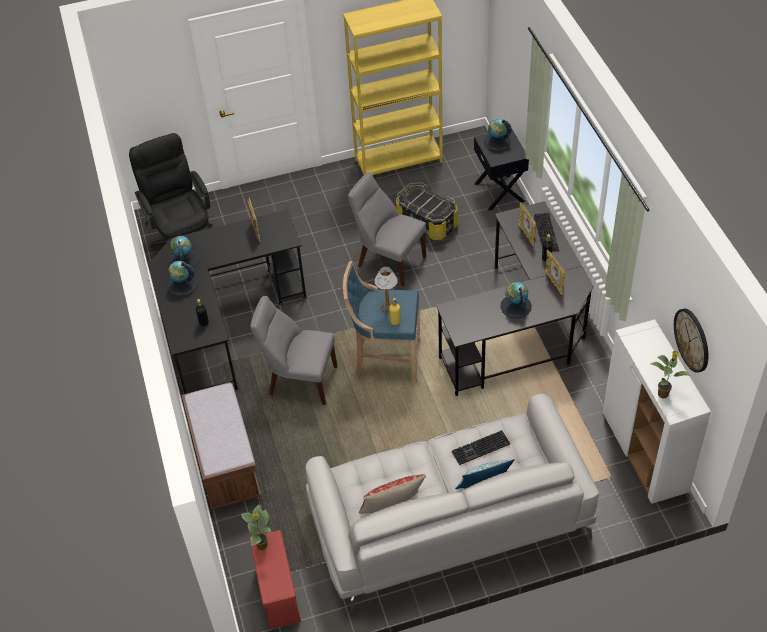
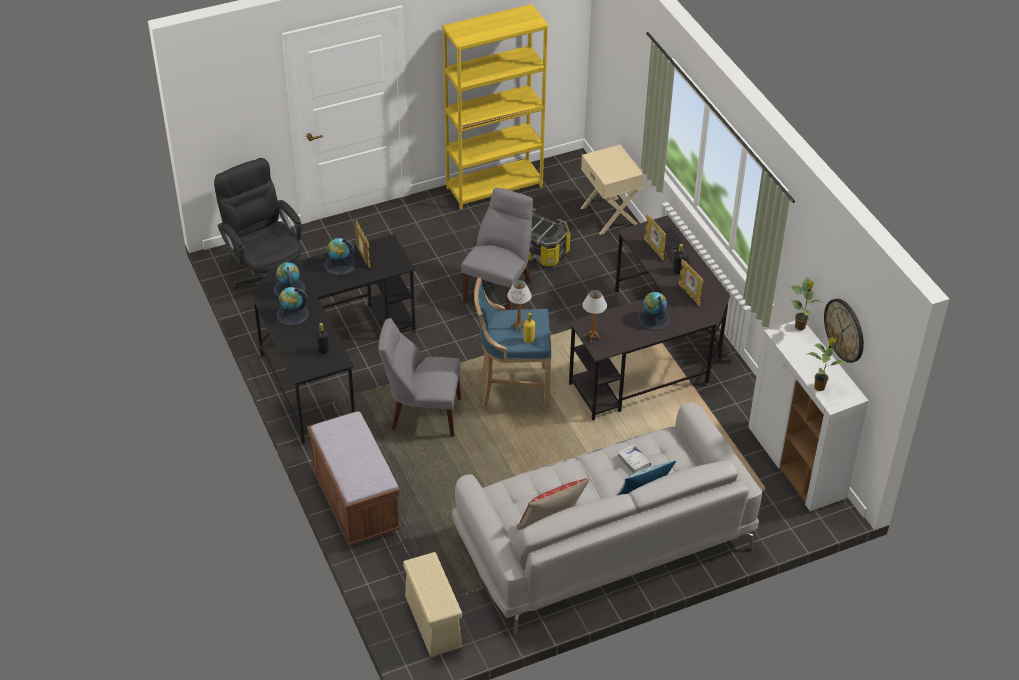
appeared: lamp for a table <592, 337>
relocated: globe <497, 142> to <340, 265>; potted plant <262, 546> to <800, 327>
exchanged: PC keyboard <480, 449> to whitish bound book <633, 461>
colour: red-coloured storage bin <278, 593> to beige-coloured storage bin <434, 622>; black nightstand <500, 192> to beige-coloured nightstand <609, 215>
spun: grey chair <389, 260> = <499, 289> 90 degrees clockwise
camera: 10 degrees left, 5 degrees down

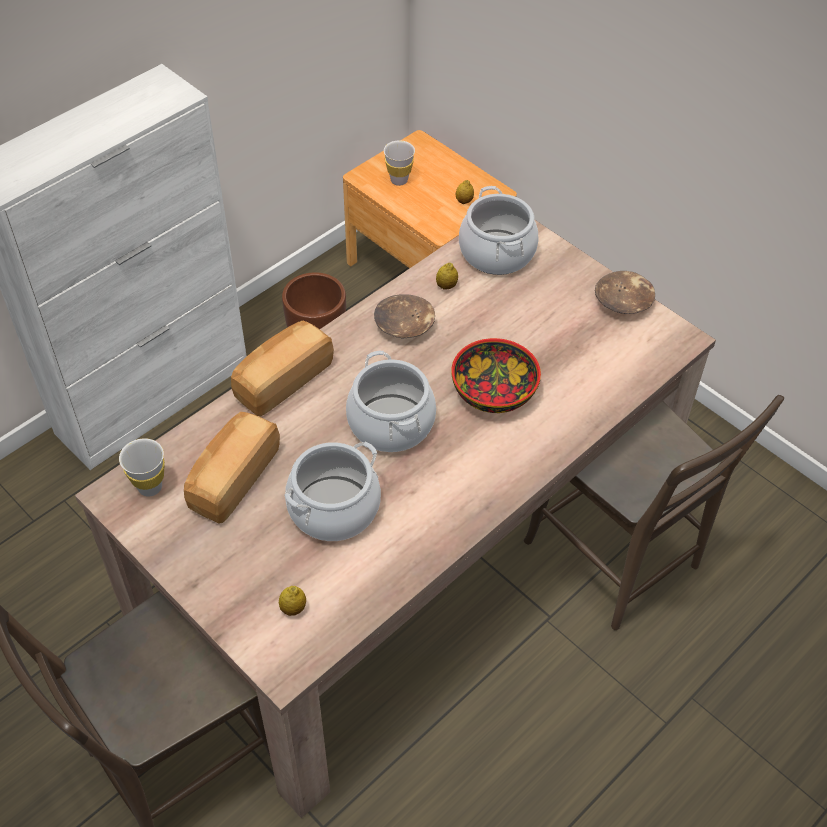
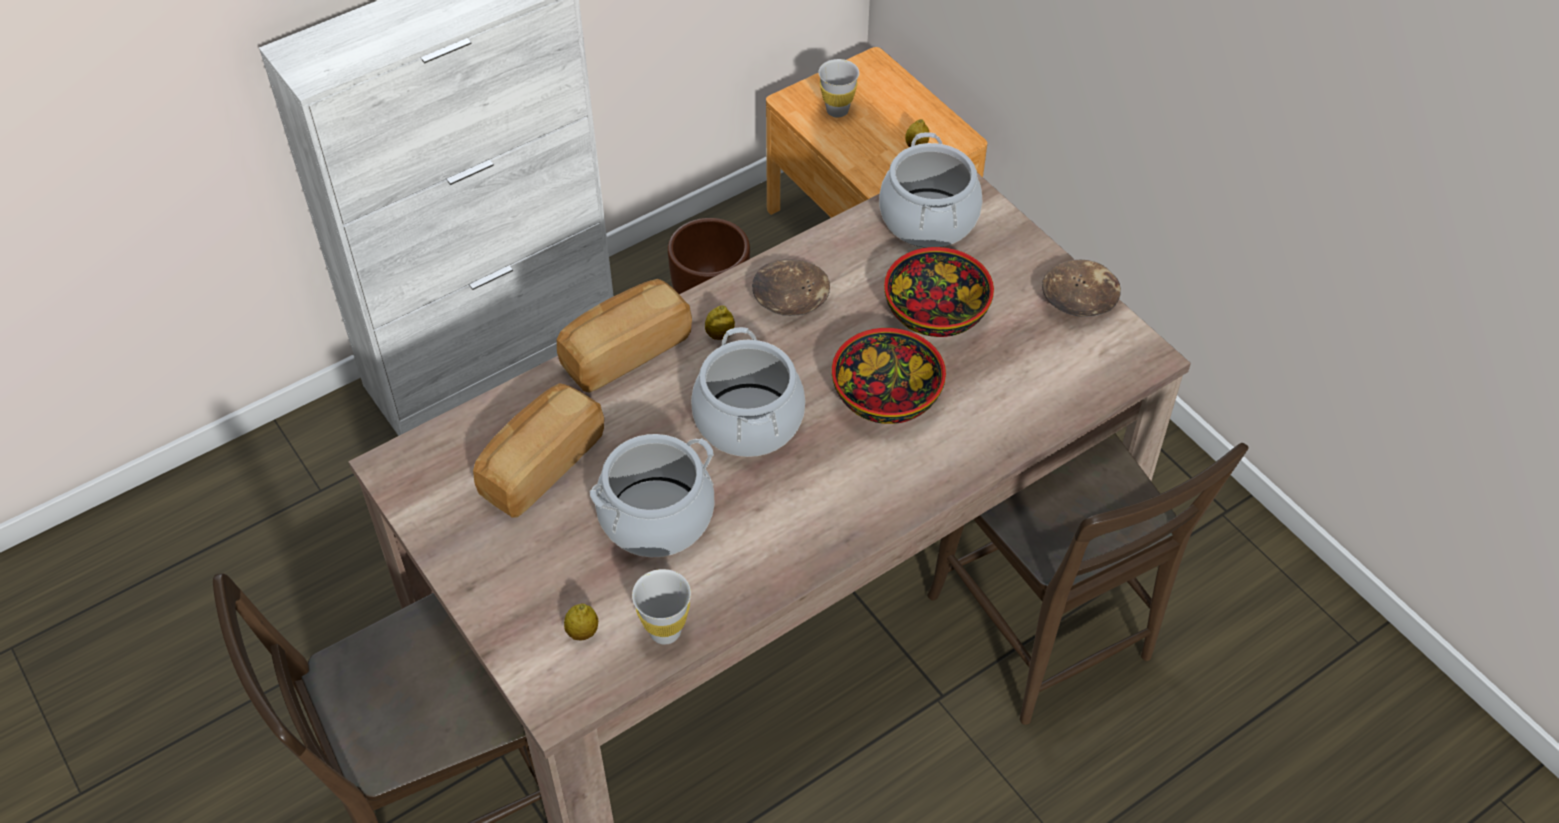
appeared: bowl <935, 312>
relocated: whitish small cup <150, 487> to <665, 631>; citrus fruit <446, 286> to <720, 335>
camera: 10 degrees right, 0 degrees up

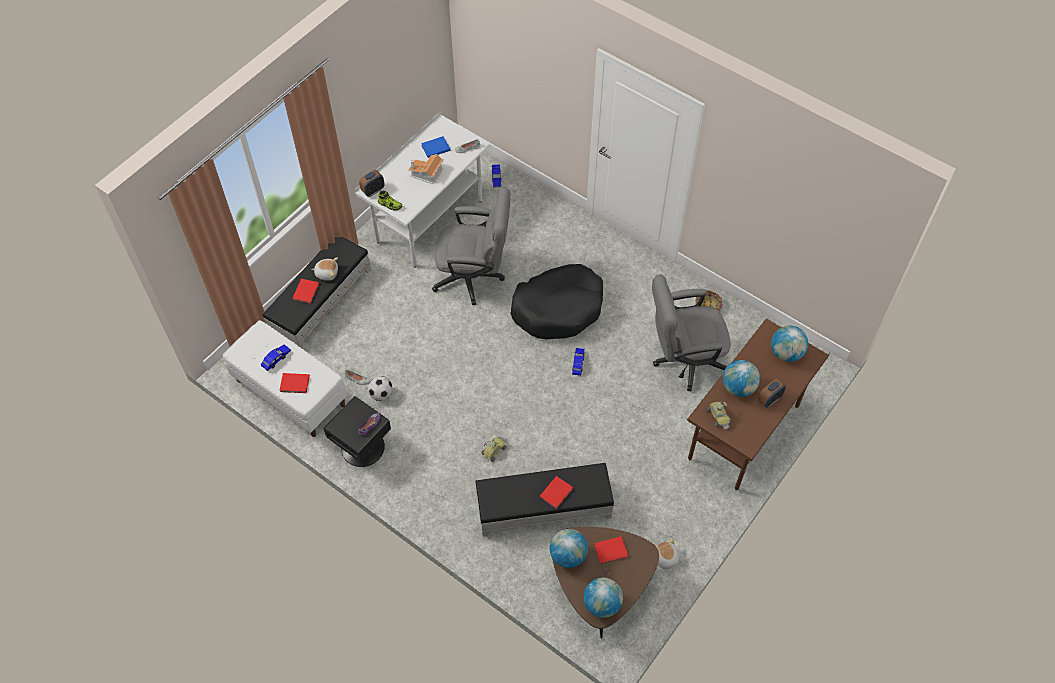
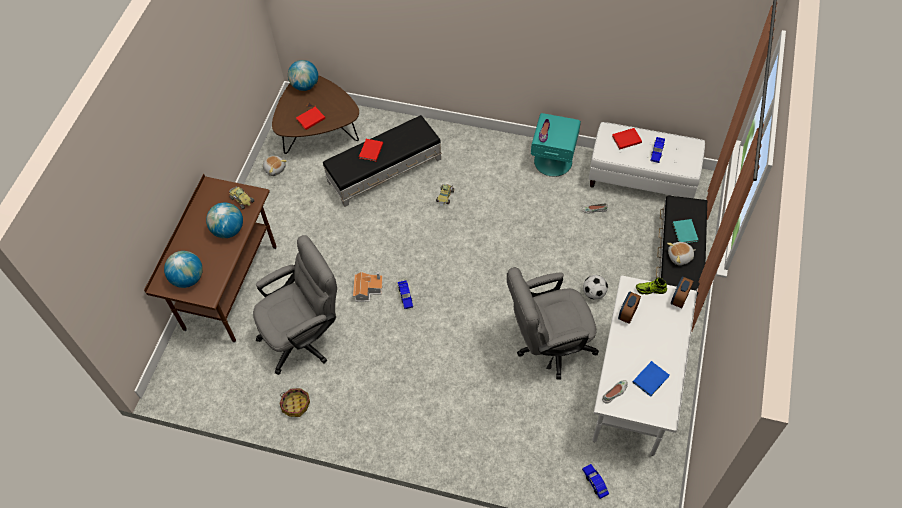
missing: black dog bed <558, 308>; globe <568, 555>
relocated: model house <426, 174> to <368, 289>; ball for football <381, 394> to <593, 293>; table clock <769, 399> to <627, 314>
colour: black nightstand <362, 448> to turquoise-coloured nightstand <553, 160>; red-coloured bound book <306, 291> to turquoise-coloured bound book <684, 233>
camera: 160 degrees right, 0 degrees up

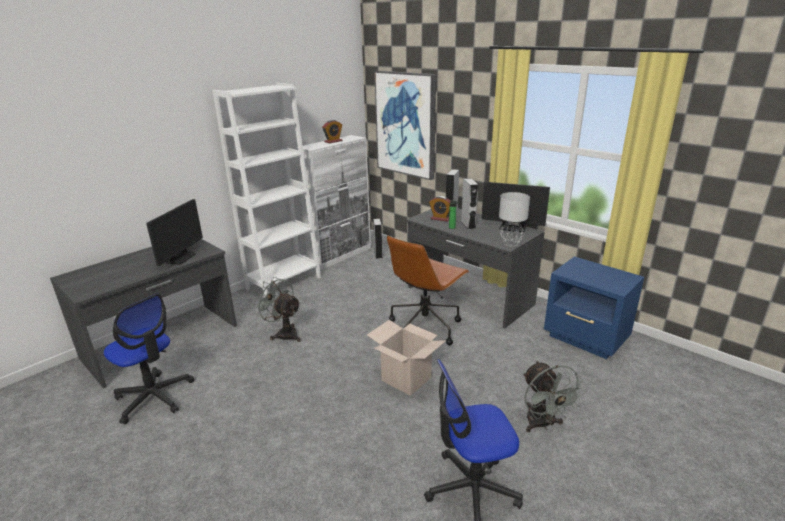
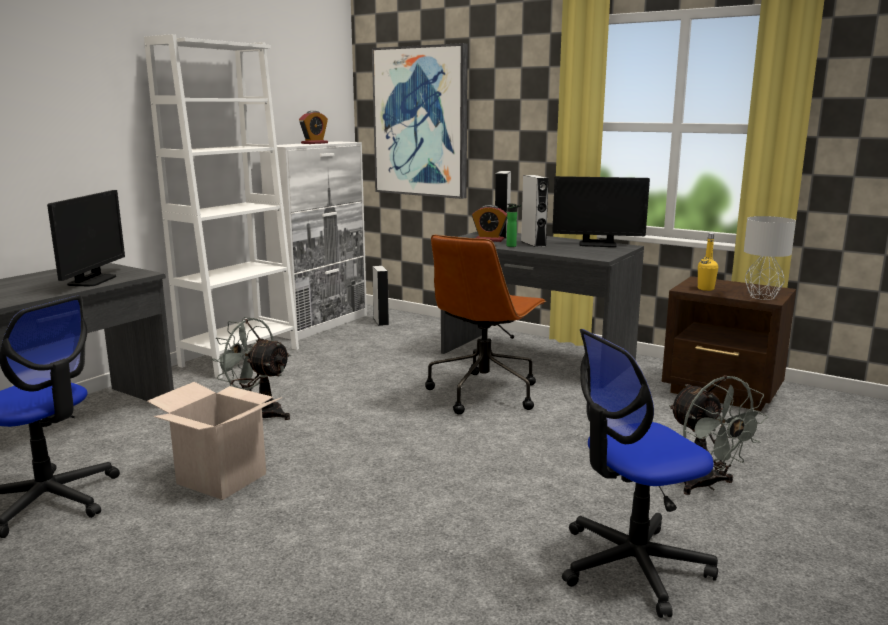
appeared: yellow drink bottle <705, 289>
relocated: packing box <406, 379> to <221, 478>; grey lamp for a table <511, 243> to <763, 297>
colour: blue-coloured nightstand <586, 338> to brownish nightstand <723, 392>
camera: 10 degrees left, 10 degrees down

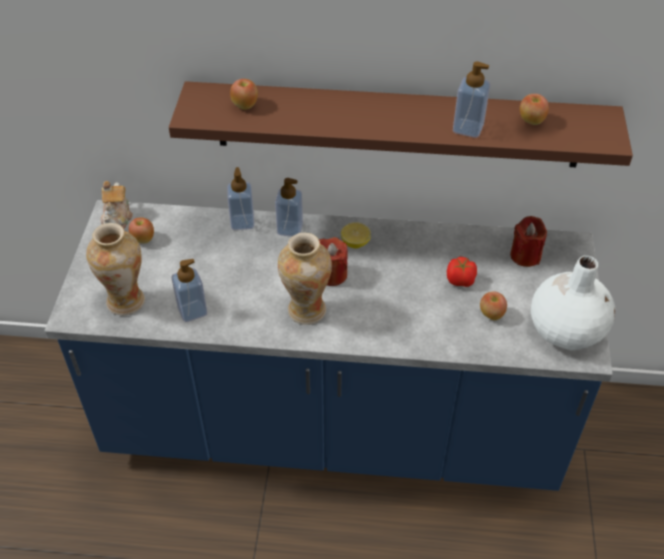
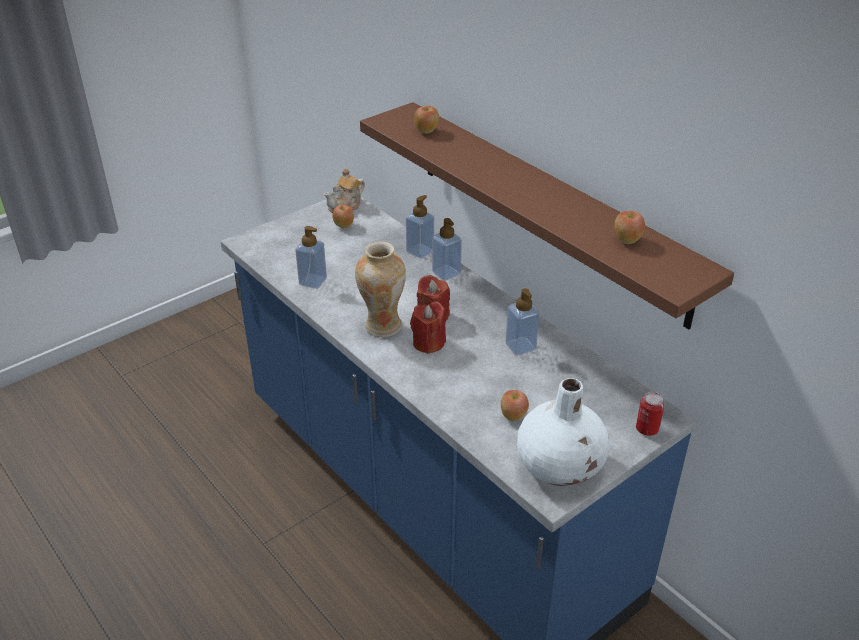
missing: decorative vase <126, 301>; citrus fruit <355, 243>; tomato <460, 281>
appeared: sealed can <647, 429>
relocated: red-coloured wax light <525, 255> to <428, 343>; soap dispenser <468, 128> to <520, 346>
camera: 45 degrees right, 10 degrees down

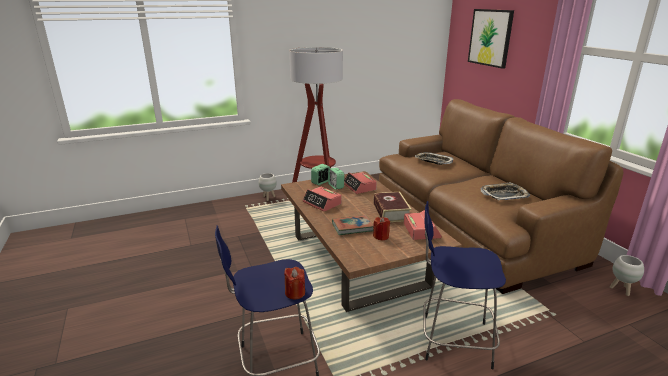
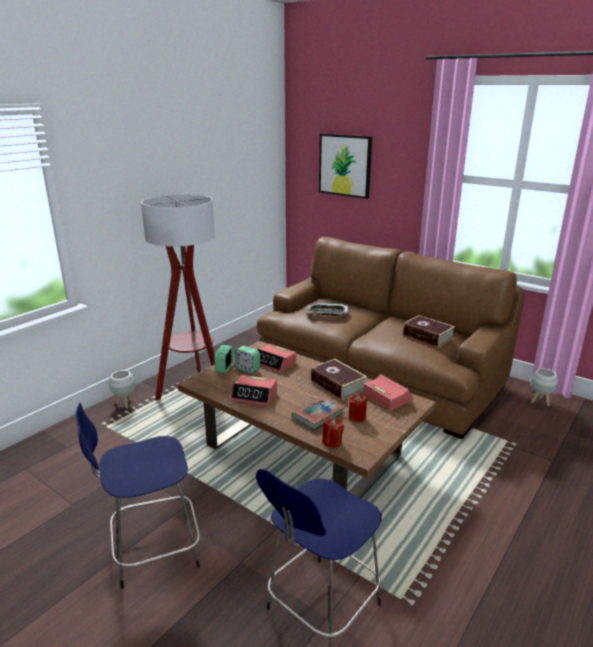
relocated: blue-coloured stool <453, 340> to <152, 550>; red-coloured wax light <295, 293> to <332, 442>
exchanged: serving tray <504, 195> to bound book <427, 336>
camera: 30 degrees left, 0 degrees up

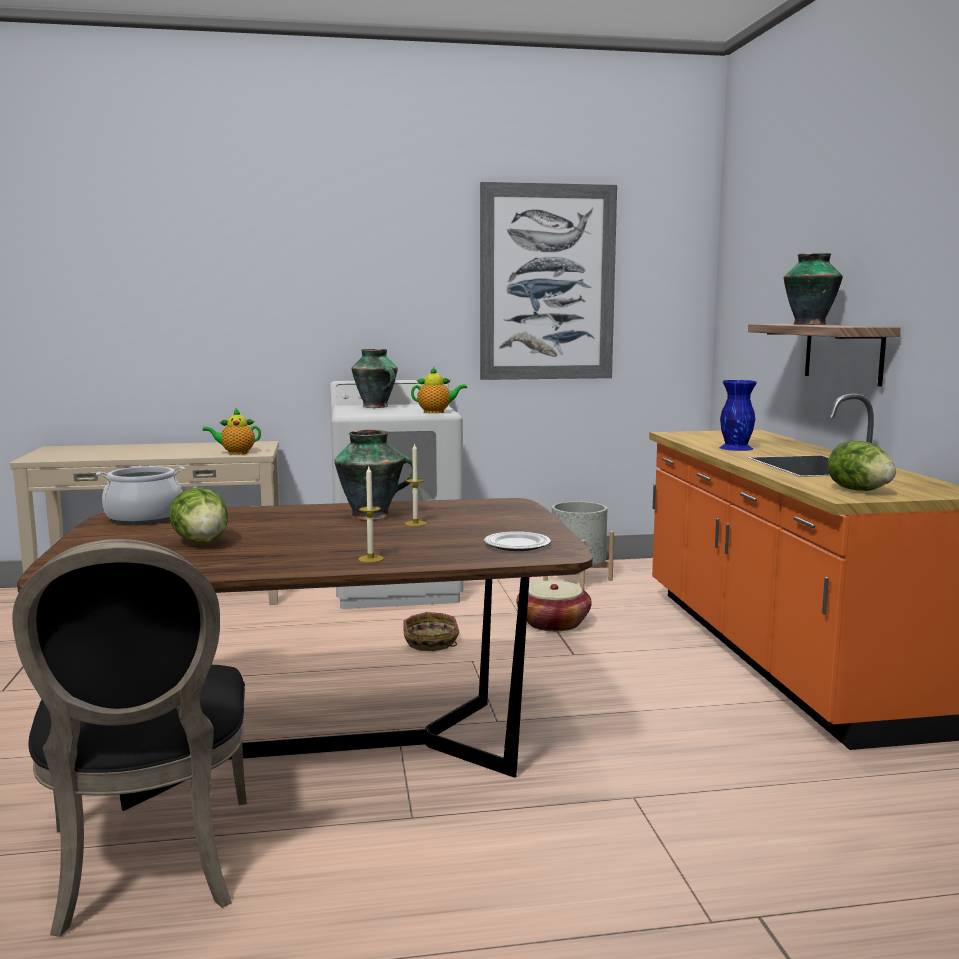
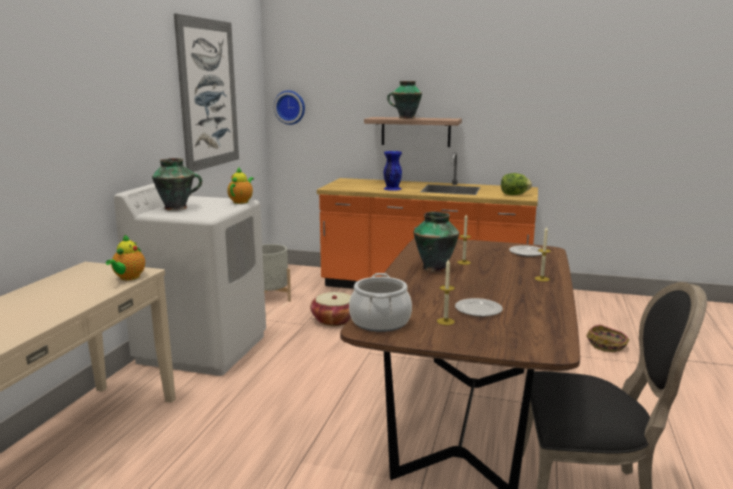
appeared: wall clock <290, 107>; wax light <445, 321>
relocated: household basket <431, 643> to <607, 345>
exchanged: lettuce <202, 542> to flat dish <478, 310>
camera: 65 degrees left, 5 degrees up

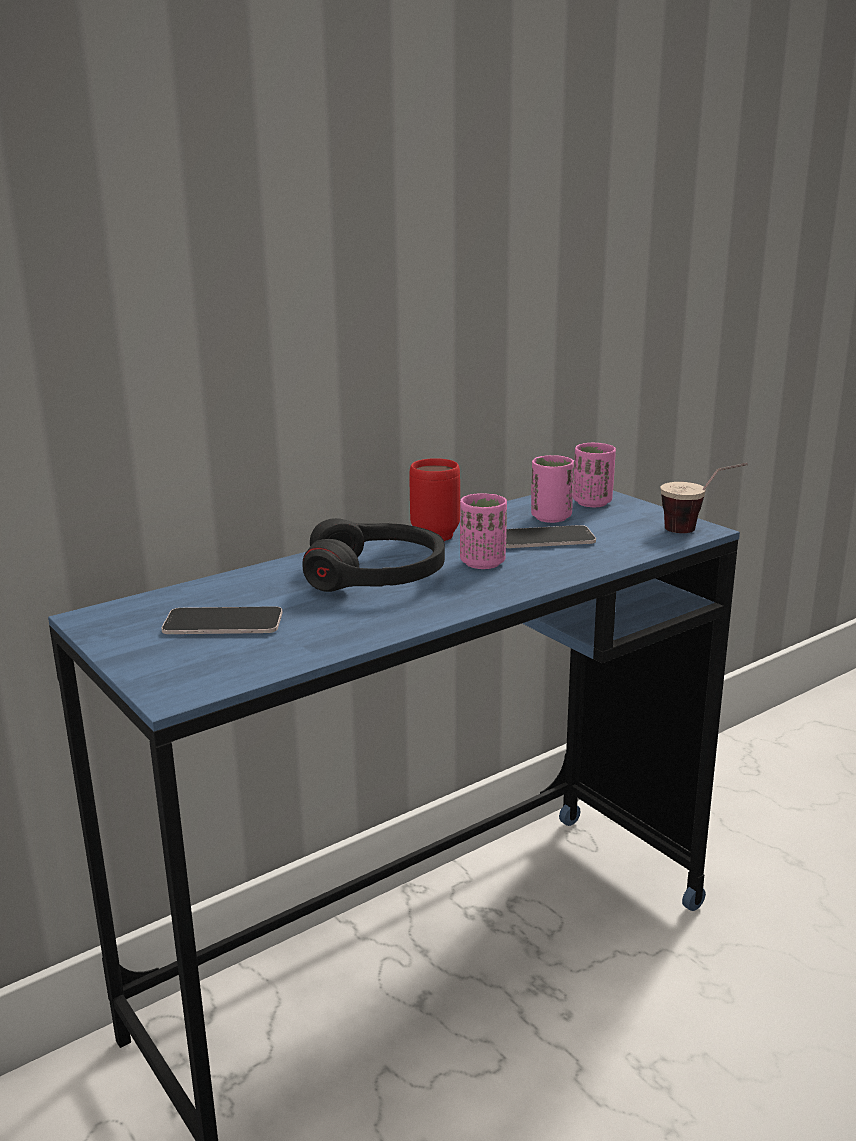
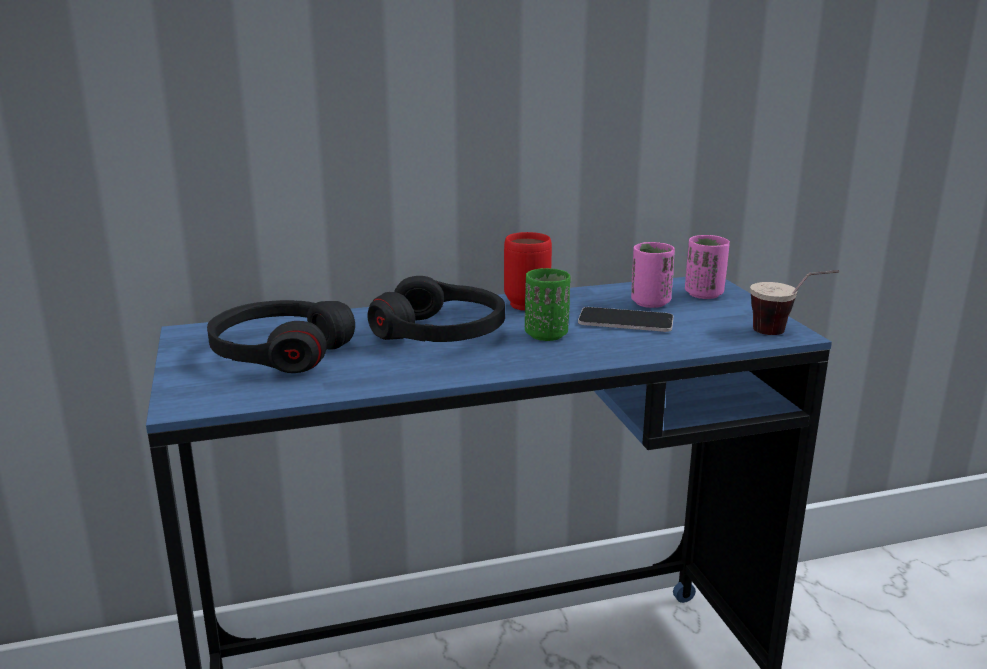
exchanged: handset <223, 623> to black headphones <280, 353>
colour: pink small cup <483, 563> to green-coloured small cup <546, 335>
camera: 20 degrees right, 0 degrees up

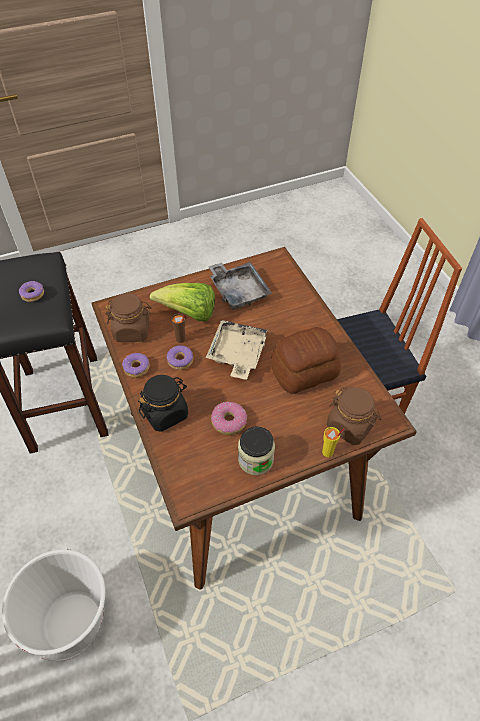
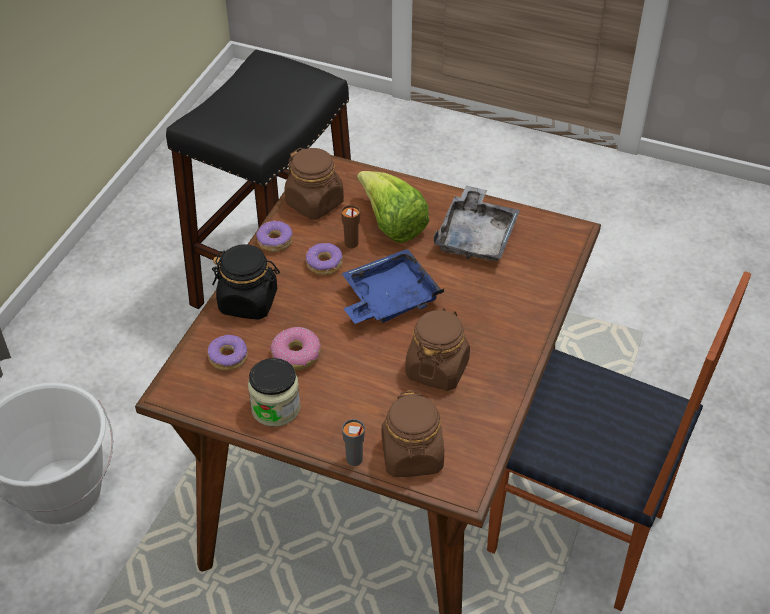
relocated: ring doughnut <32, 294> to <228, 357>
exchanged: bread <305, 372> to brownish storage jar <437, 368>
colour: beige-coloured serving tray <237, 354> to blue-coloured serving tray <388, 299>; yellow small cup <328, 452> to grey small cup <354, 460>
camera: 45 degrees right, 5 degrees down

